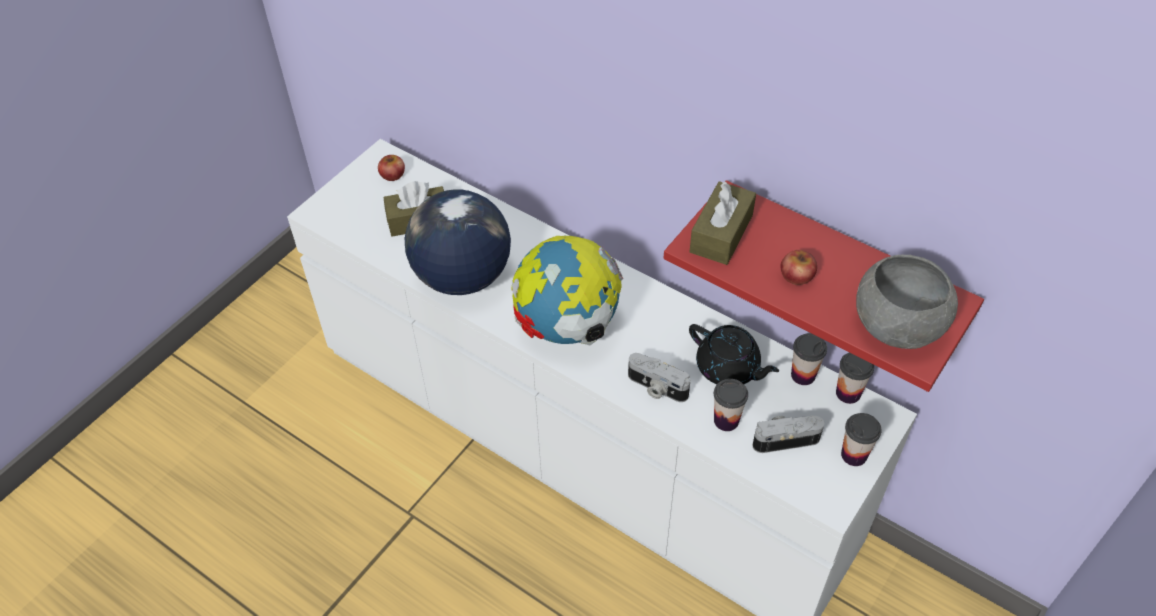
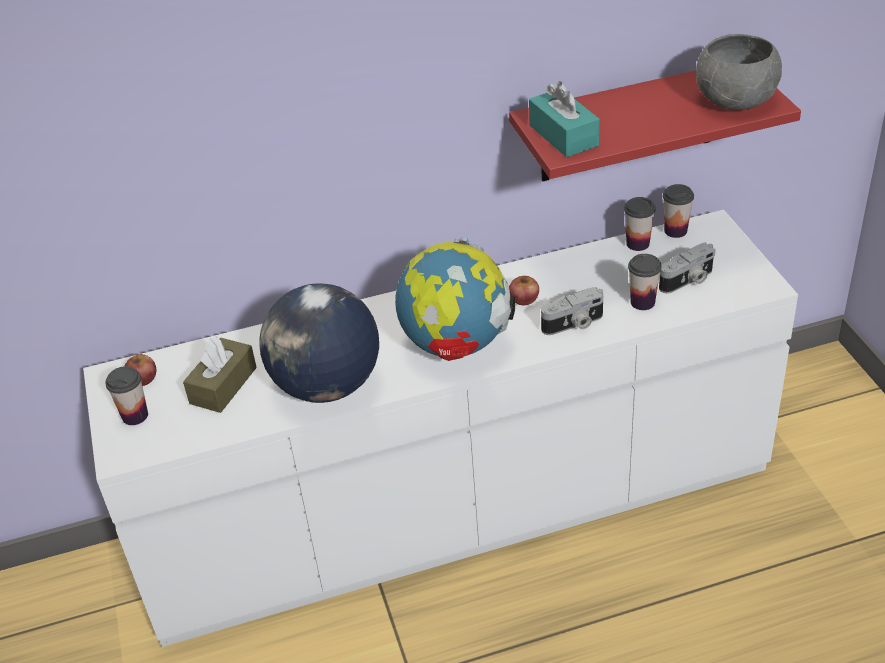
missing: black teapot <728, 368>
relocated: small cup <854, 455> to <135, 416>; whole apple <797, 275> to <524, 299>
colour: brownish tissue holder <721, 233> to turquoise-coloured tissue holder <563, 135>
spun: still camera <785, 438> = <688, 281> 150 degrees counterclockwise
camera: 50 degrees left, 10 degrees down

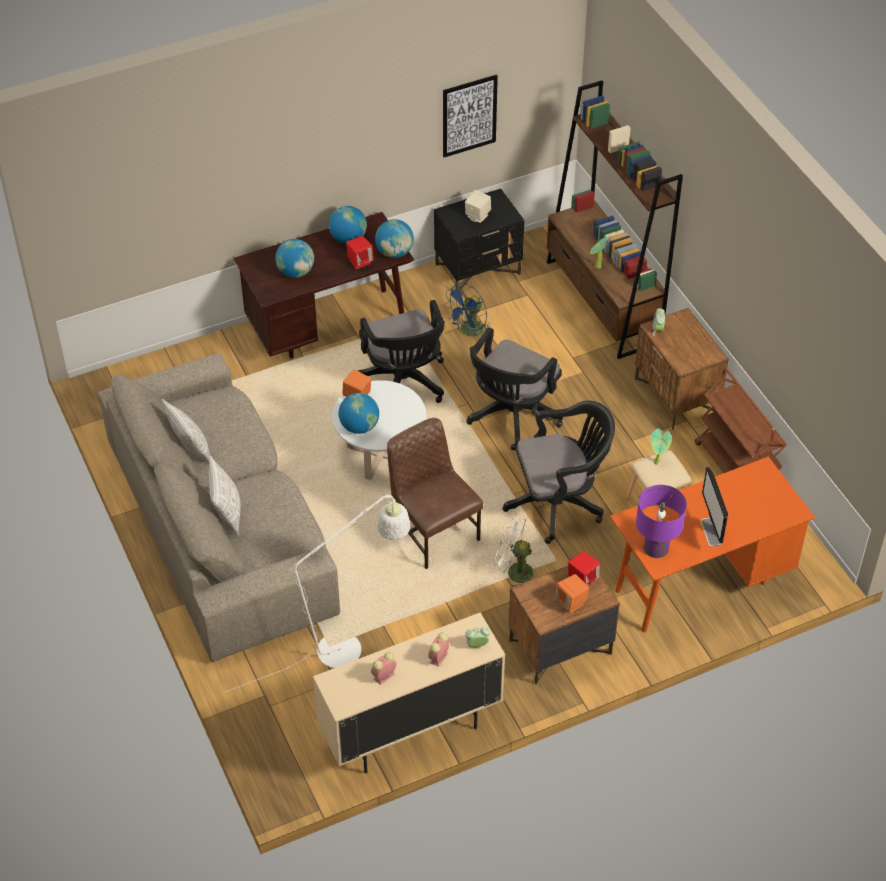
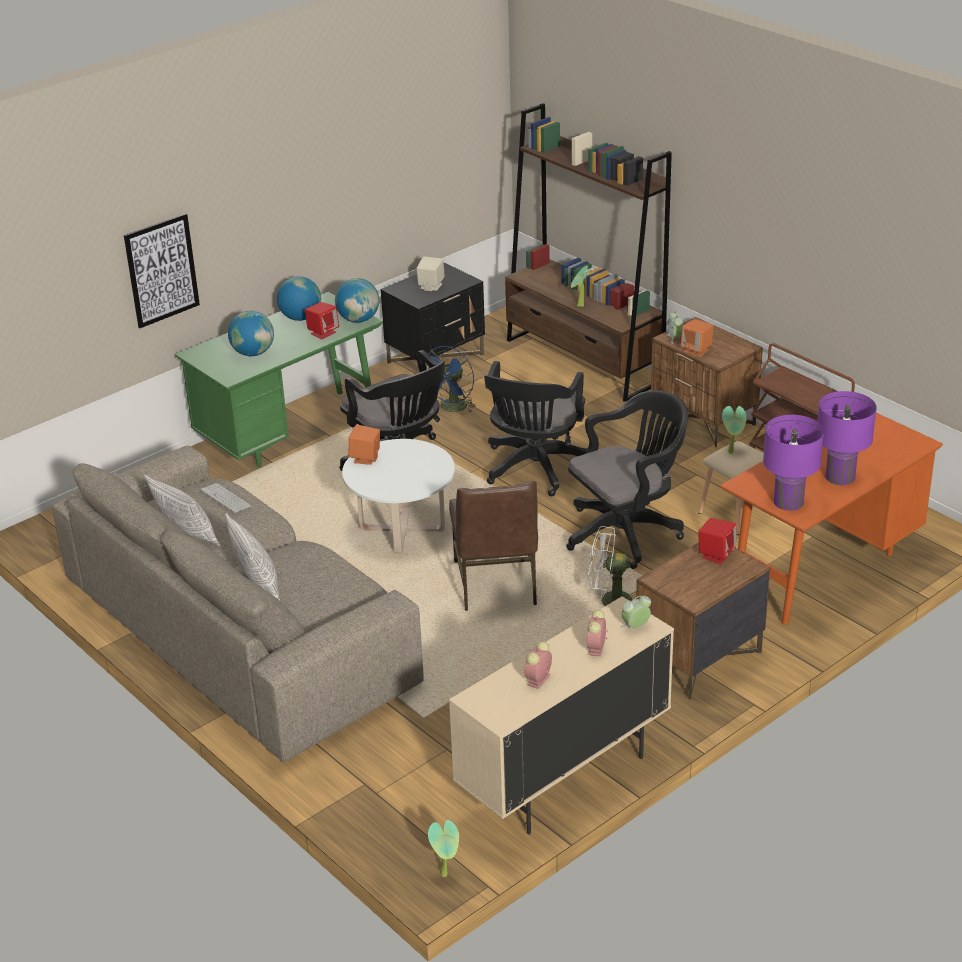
missing: whitish floor lamp <350, 645>; globe <359, 426>
appeared: PC keyboard <226, 499>; potted plant <446, 873>
relocated: picture <469, 115> to <161, 270>; orange-coloured loudspeaker <571, 602> to <696, 350>
exchanged: computer screen <711, 532> to purple-coloured lamp for a table <840, 477>
colour: brownish desk <328, 326> to green-coloured desk <290, 432>
spun: brownish chair <433, 531> = <496, 584> 135 degrees counterclockwise
camera: 15 degrees left, 15 degrees down

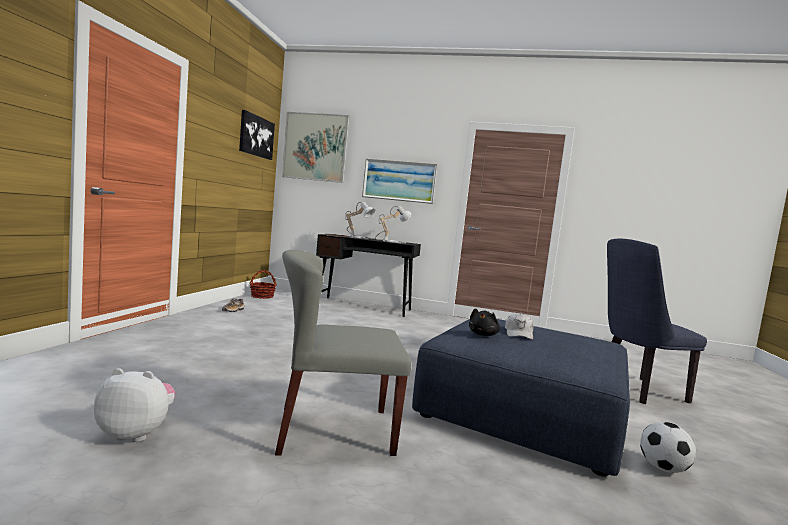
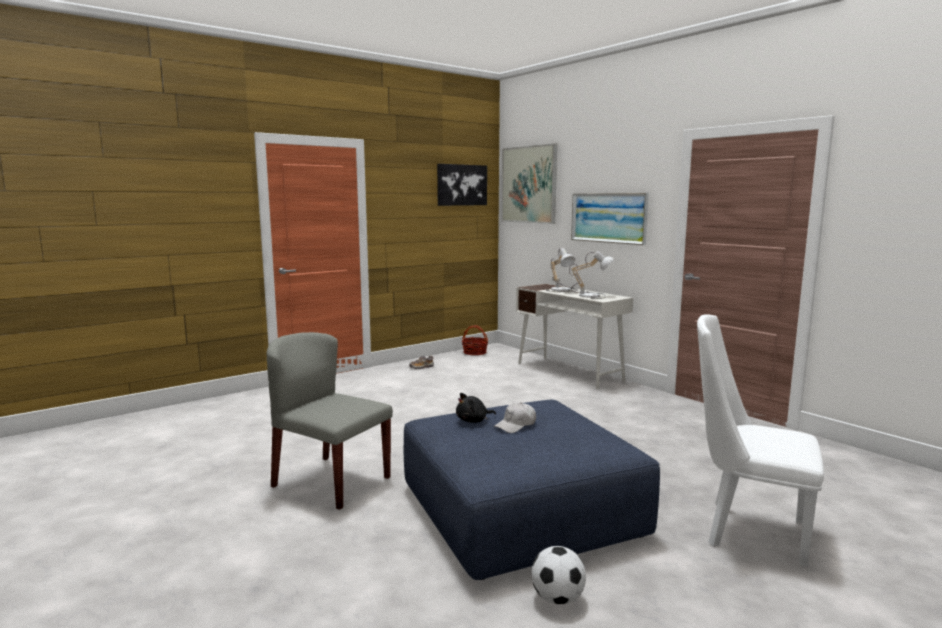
missing: cuddly toy <136, 433>
colour: black desk <364, 306> to whitish desk <569, 372>; blue-coloured chair <635, 390> to whitish chair <745, 530>
camera: 40 degrees right, 5 degrees up

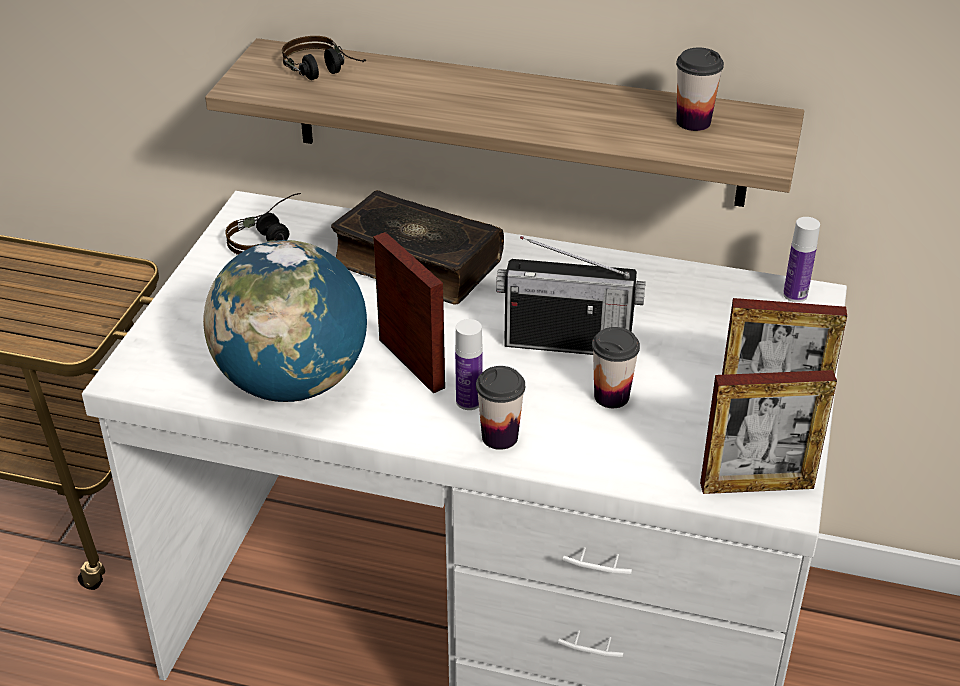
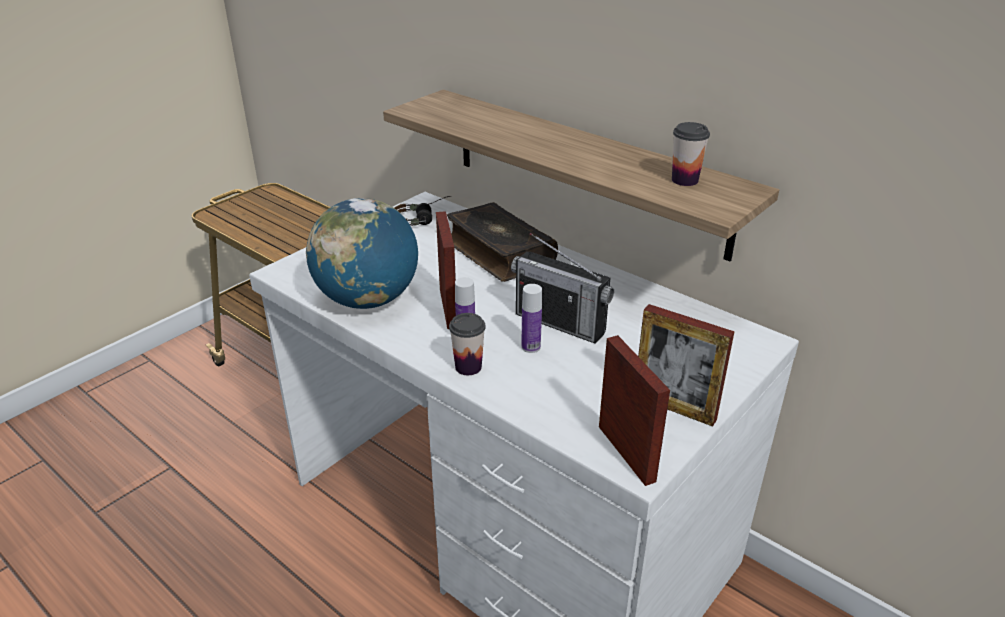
missing: headphones <325, 73>; small cup <611, 396>
relocated: drink bottle <795, 295> to <531, 347>
spun: standing frame <756, 485> = <626, 453> 135 degrees counterclockwise
camera: 25 degrees right, 5 degrees down

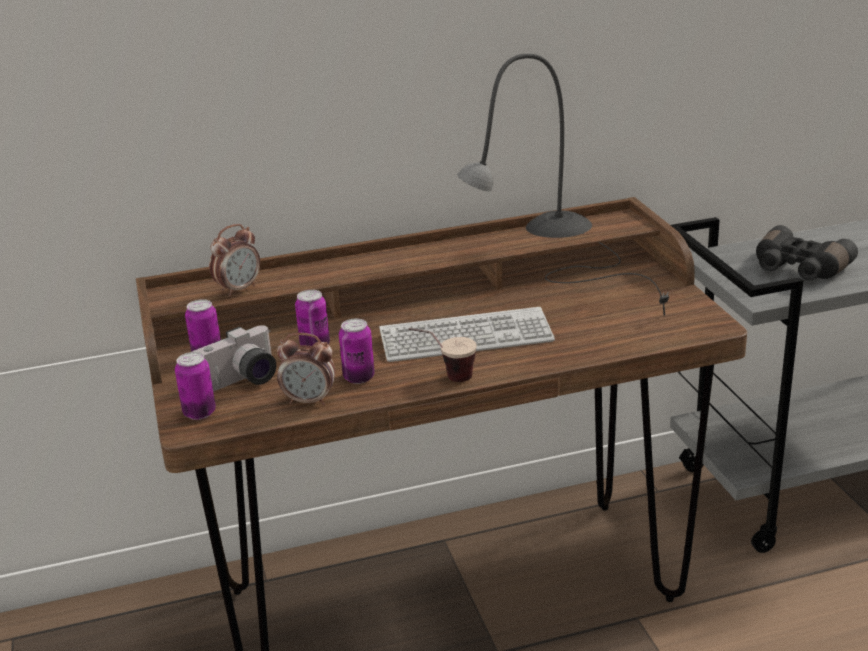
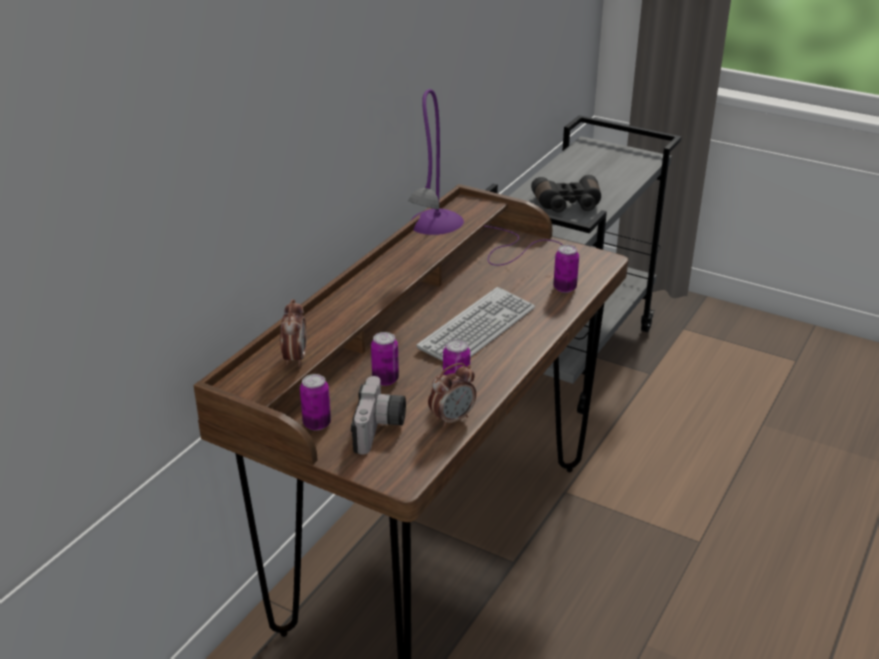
missing: small cup <445, 378>
relocated: sealed can <199, 413> to <564, 288>
colour: grey lamp for a table <558, 272> to purple-coloured lamp for a table <459, 258>
camera: 45 degrees left, 5 degrees up

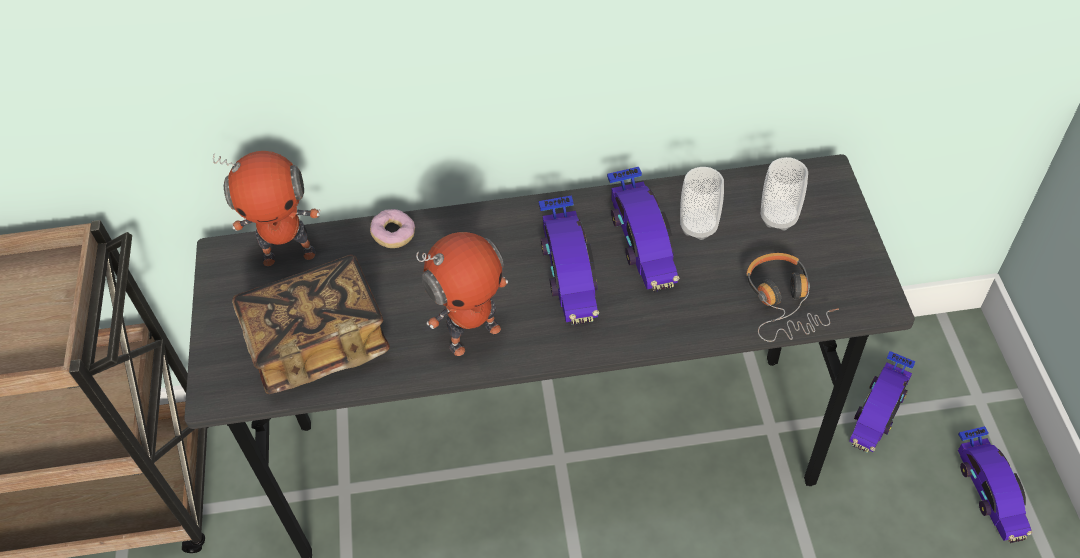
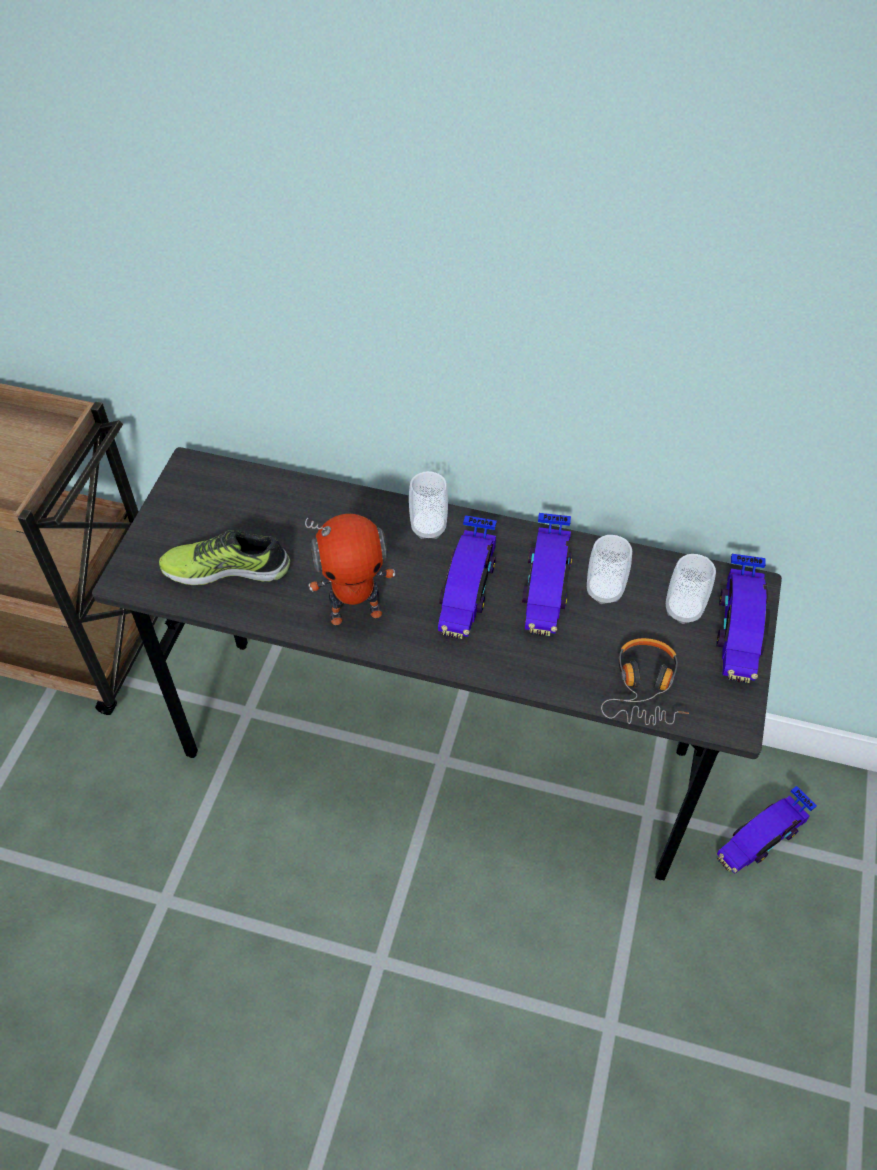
missing: model robot <289, 253>; ring doughnut <394, 235>
appeared: small cup <428, 527>
relocated: model car <990, 491> to <739, 629>
exchanged: bound book <318, 341> to low shoe <227, 567>
camera: 20 degrees right, 0 degrees up

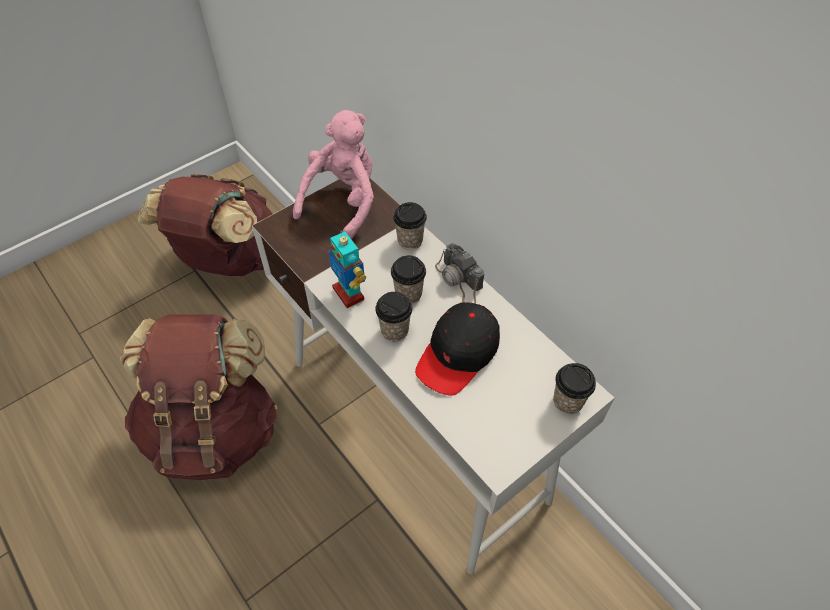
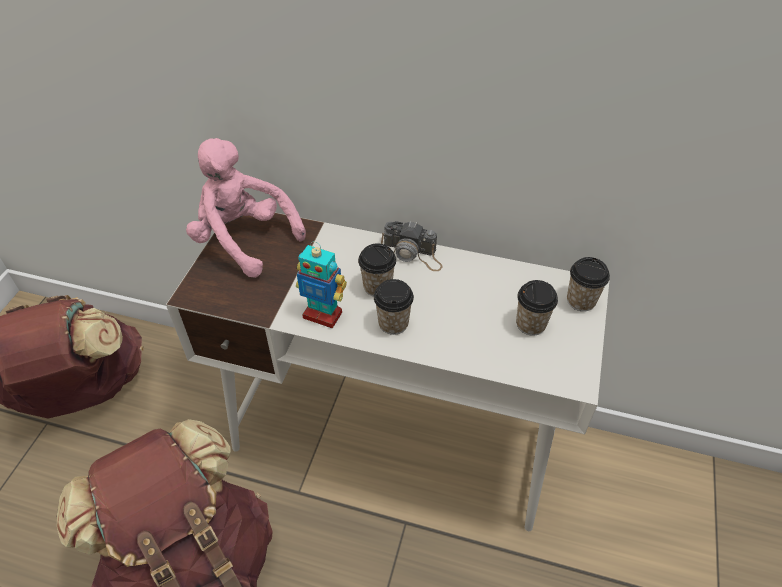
missing: black cap <458, 354>
relocated: small cup <410, 240> to <530, 324>
spun: pink cuddly toy <343, 201> = <244, 239> 45 degrees counterclockwise
camera: 35 degrees left, 5 degrees down

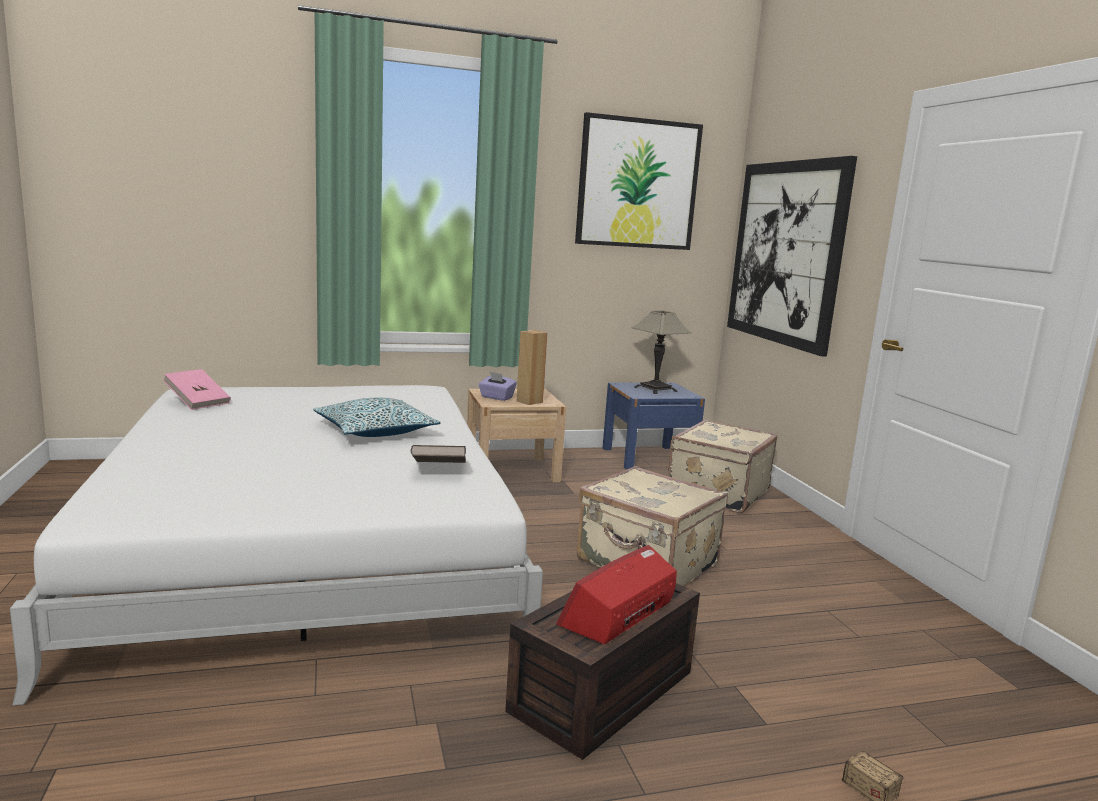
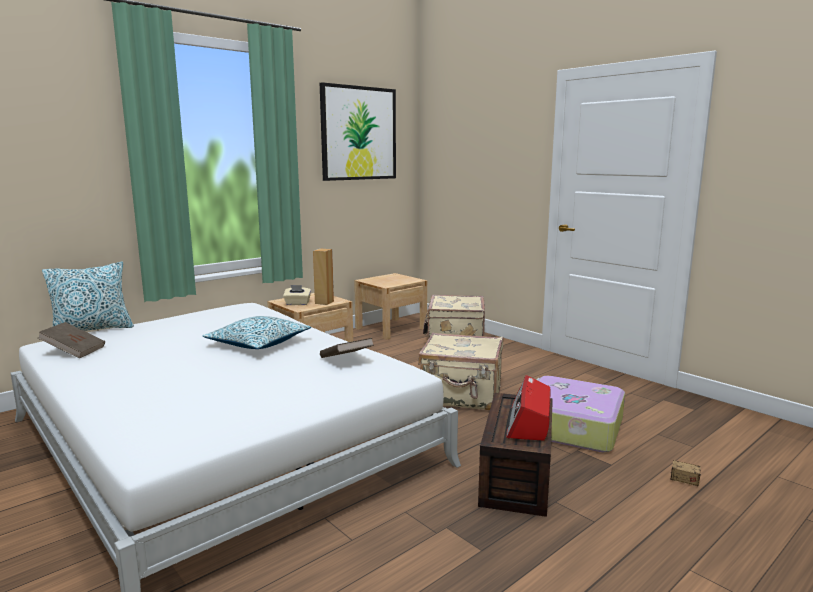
missing: lamp for a table <655, 389>; picture <786, 253>
appeared: throw pillow <93, 330>; suitcase <570, 426>
colour: pink bound book <198, 402> to brownish bound book <74, 351>; purple-coloured tissue holder <496, 397> to beige-coloured tissue holder <297, 303>; blue-coloured nightstand <648, 457> to beige-coloured nightstand <391, 328>
camera: 25 degrees left, 0 degrees up

